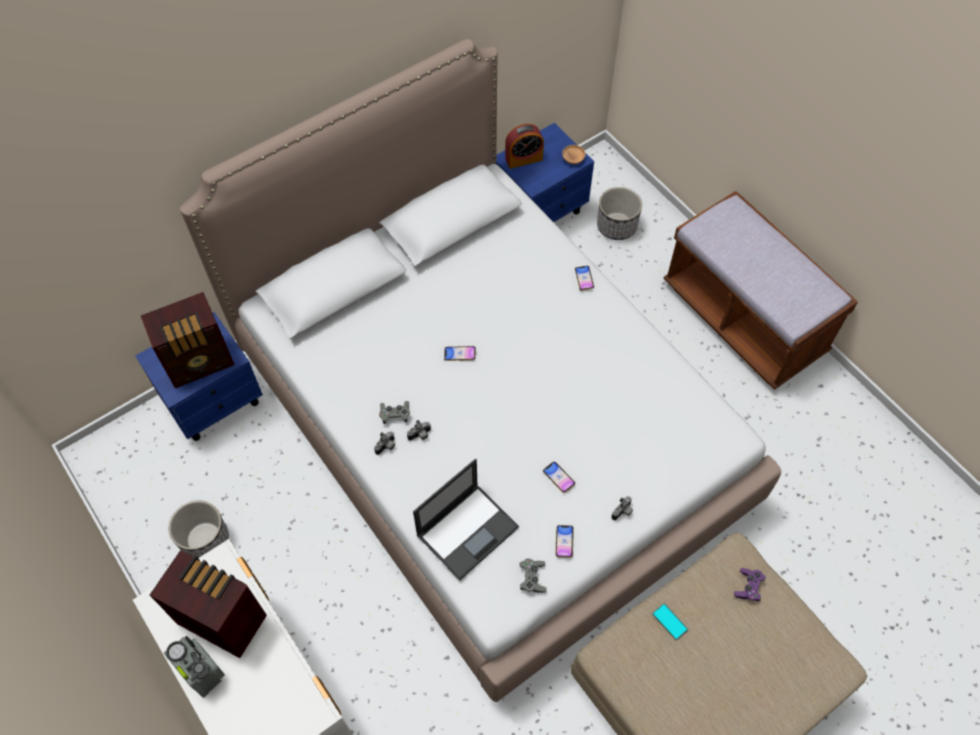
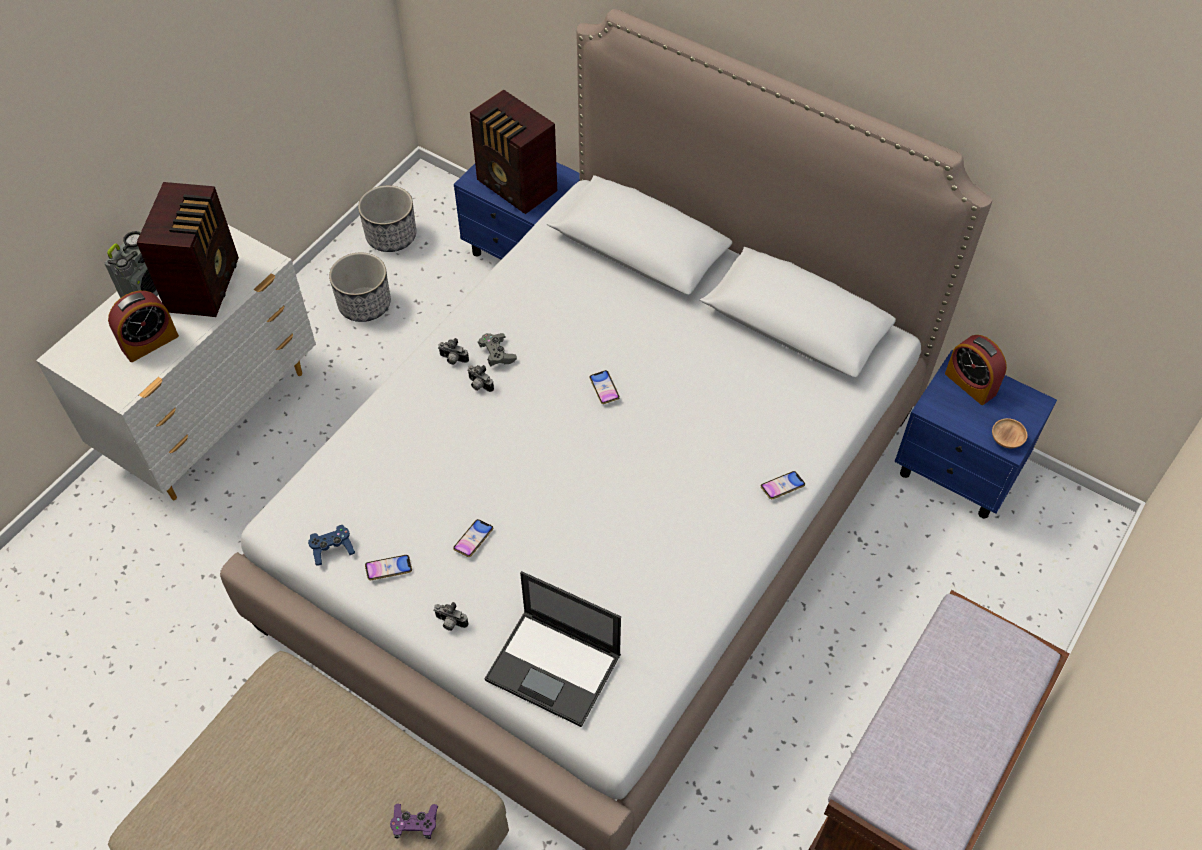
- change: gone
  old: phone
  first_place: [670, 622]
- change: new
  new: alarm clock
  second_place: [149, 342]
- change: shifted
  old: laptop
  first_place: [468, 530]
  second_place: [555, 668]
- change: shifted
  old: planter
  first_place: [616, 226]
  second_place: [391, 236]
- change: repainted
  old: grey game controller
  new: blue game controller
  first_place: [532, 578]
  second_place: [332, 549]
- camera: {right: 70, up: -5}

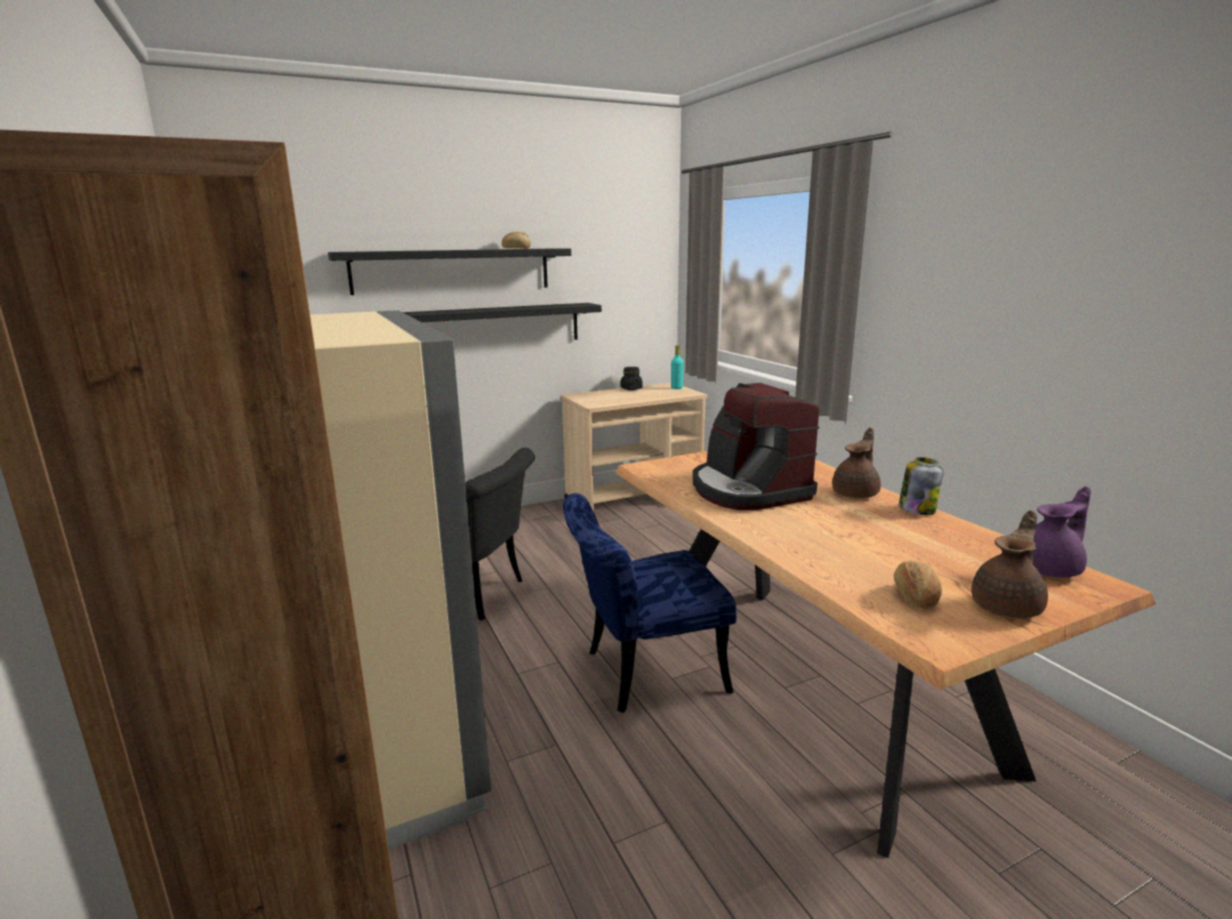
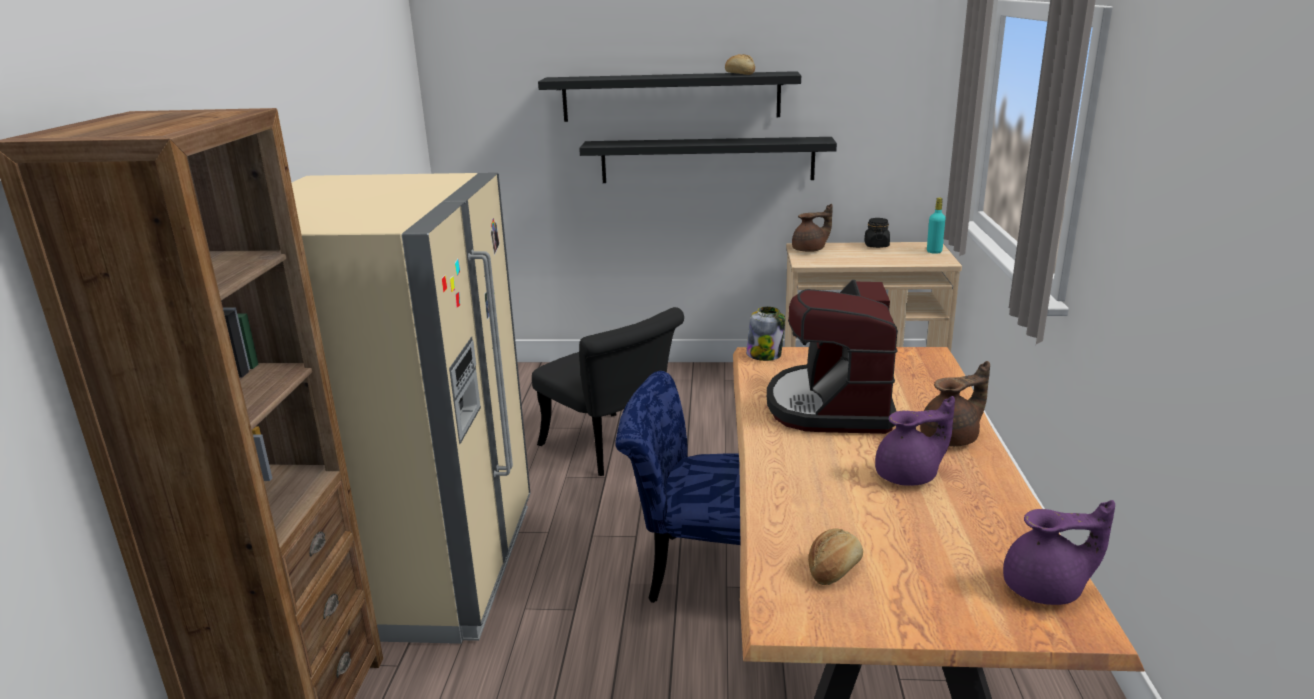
- change: new
  new: purple teapot
  second_place: [909, 476]
- change: shifted
  old: jar
  first_place: [917, 509]
  second_place: [764, 355]
- change: shifted
  old: brown teapot
  first_place: [1008, 606]
  second_place: [810, 250]
- camera: {right: 30, up: 5}

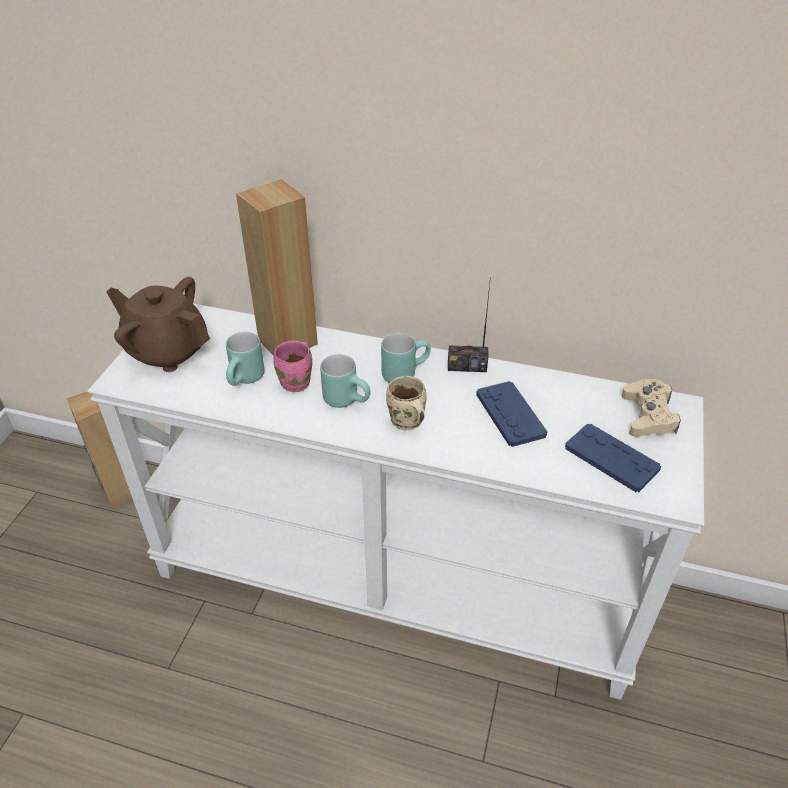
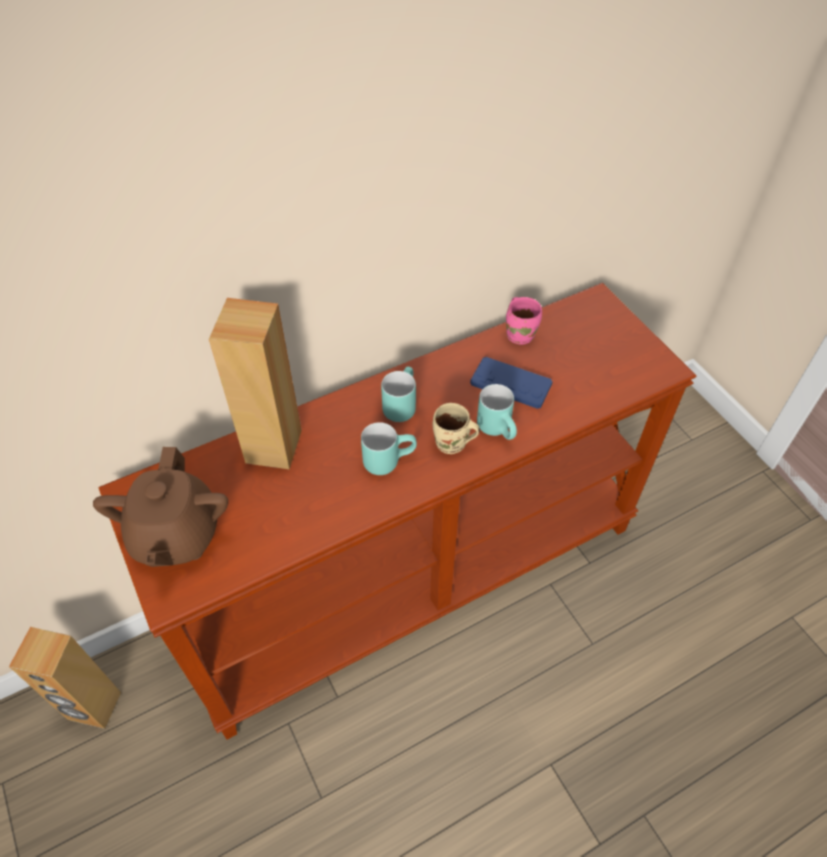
- change: gone
  old: radio
  first_place: [467, 367]
- change: gone
  old: blue game controller
  first_place: [611, 458]
- change: gone
  old: beige game controller
  first_place: [648, 415]
- change: shifted
  old: turquoise mug
  first_place: [247, 380]
  second_place: [499, 429]
- change: shifted
  old: pink mug
  first_place: [298, 382]
  second_place: [521, 334]
- change: repainted
  old: white console table
  new: brown console table
  first_place: [396, 578]
  second_place: [413, 574]
- change: rotated
  old: brown teapot
  first_place: [167, 351]
  second_place: [176, 535]
  degrees: -75
- camera: {right: -45, up: 10}

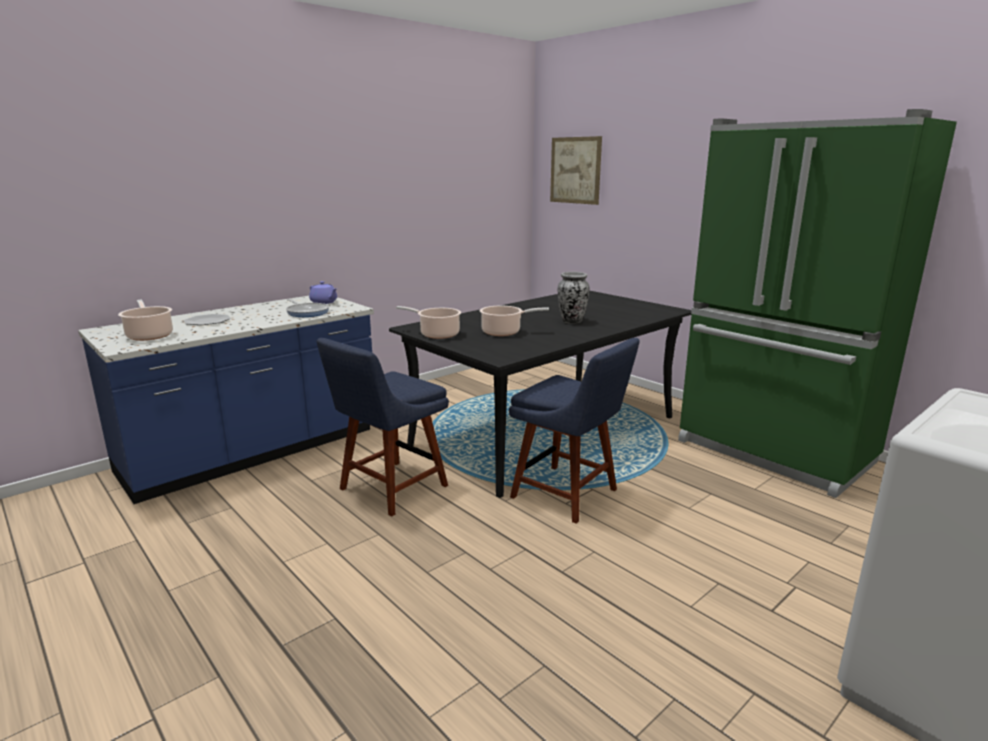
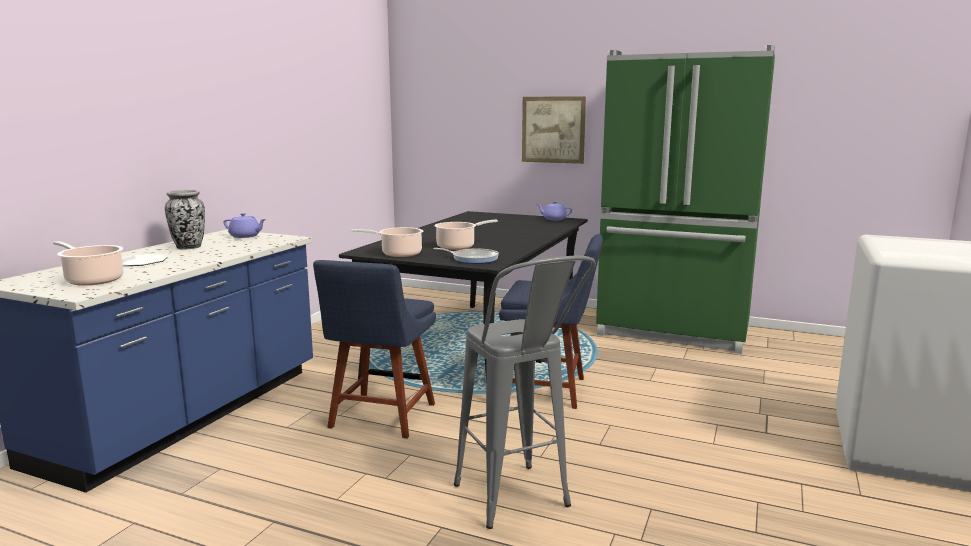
- change: new
  new: grey stool
  second_place: [519, 505]
- change: new
  new: purple teapot
  second_place: [554, 219]
- change: shifted
  old: frying pan
  first_place: [307, 312]
  second_place: [473, 259]
- change: shifted
  old: picture
  first_place: [575, 170]
  second_place: [553, 129]
- change: shifted
  old: vase
  first_place: [572, 321]
  second_place: [189, 247]
- camera: {right: -25, up: -5}

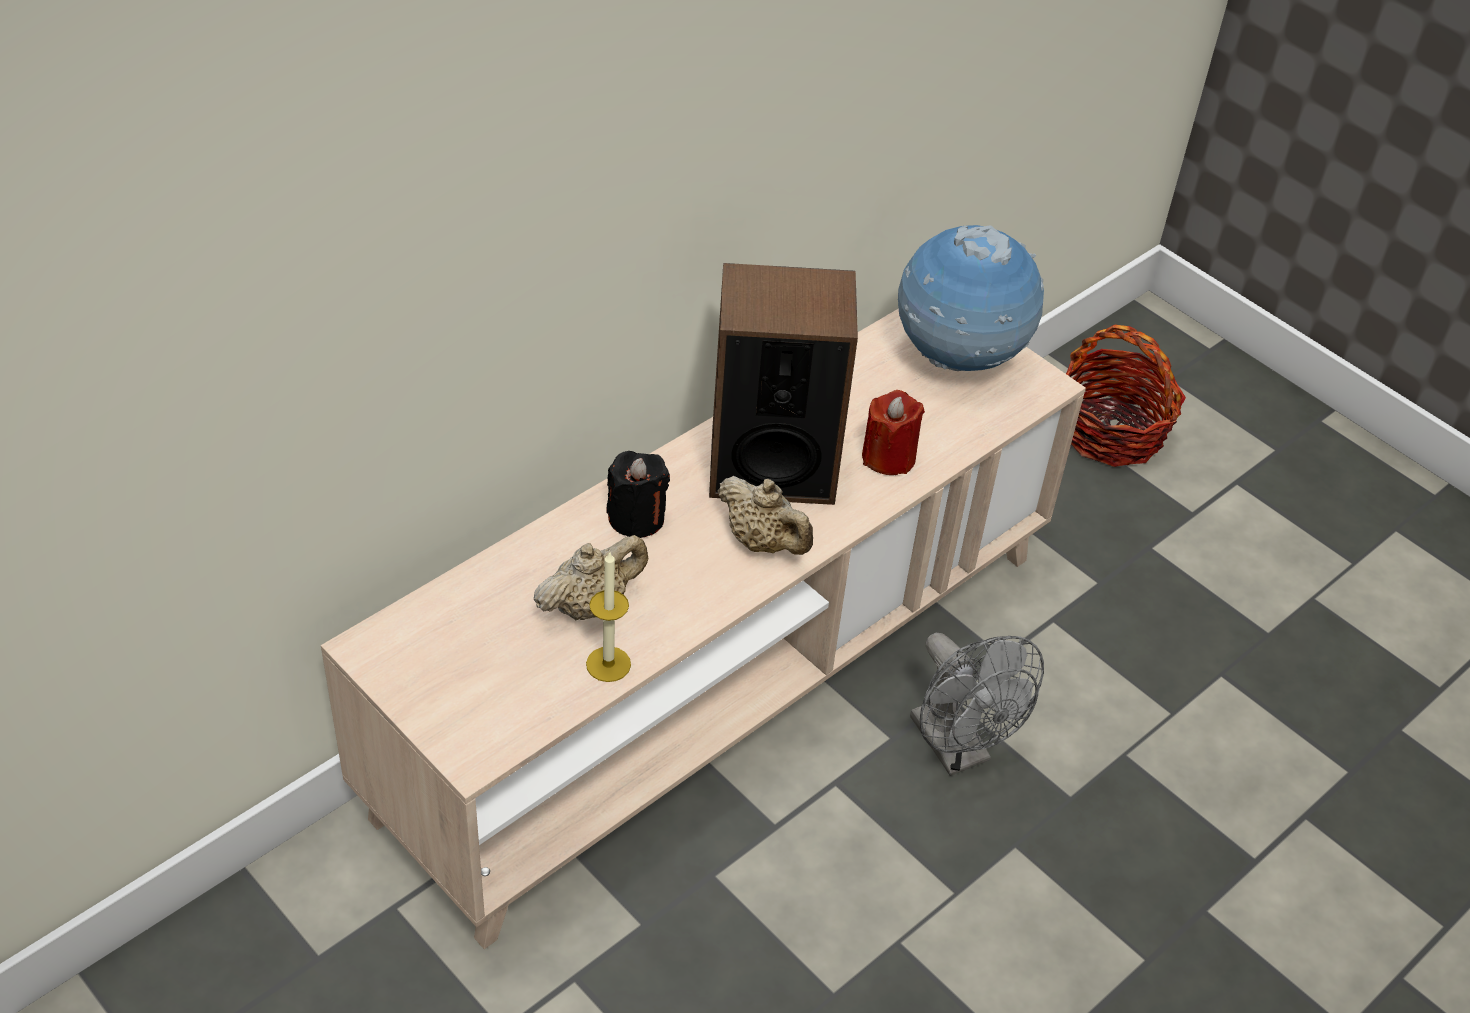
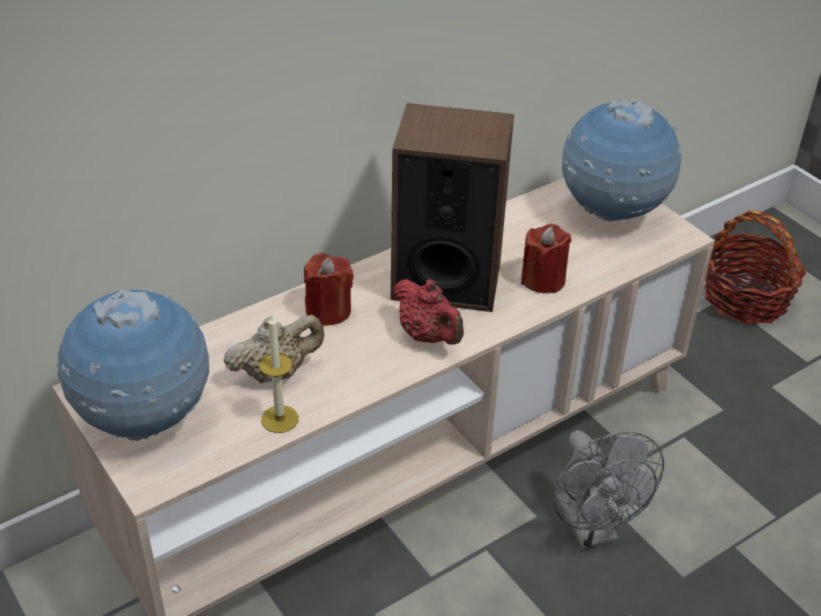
- change: new
  new: globe
  second_place: [145, 420]
- change: repainted
  old: black candle
  new: red candle
  first_place: [636, 518]
  second_place: [328, 310]
- change: repainted
  old: beige teapot
  new: red teapot
  first_place: [763, 542]
  second_place: [428, 336]
- camera: {right: 10, up: -5}

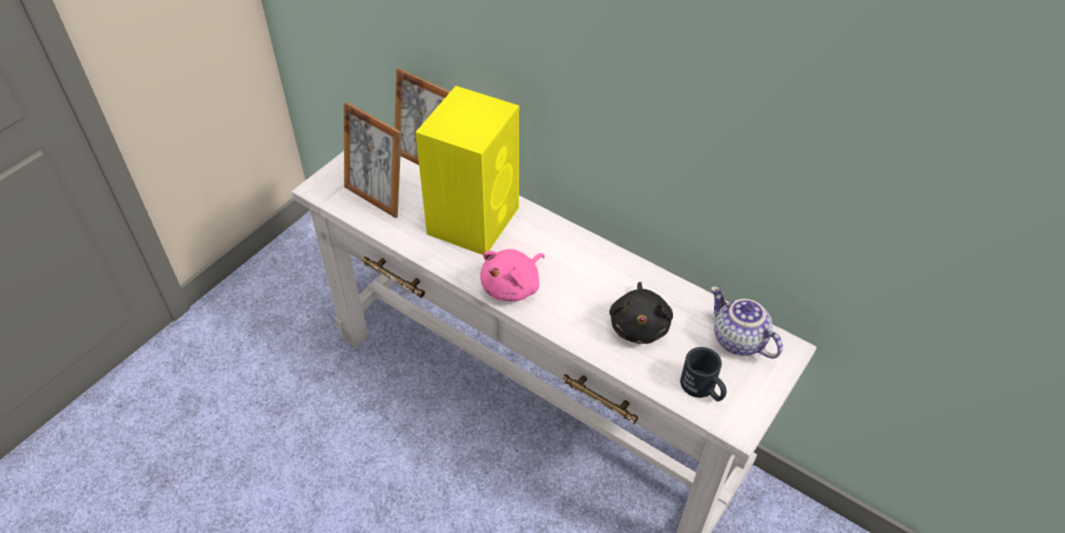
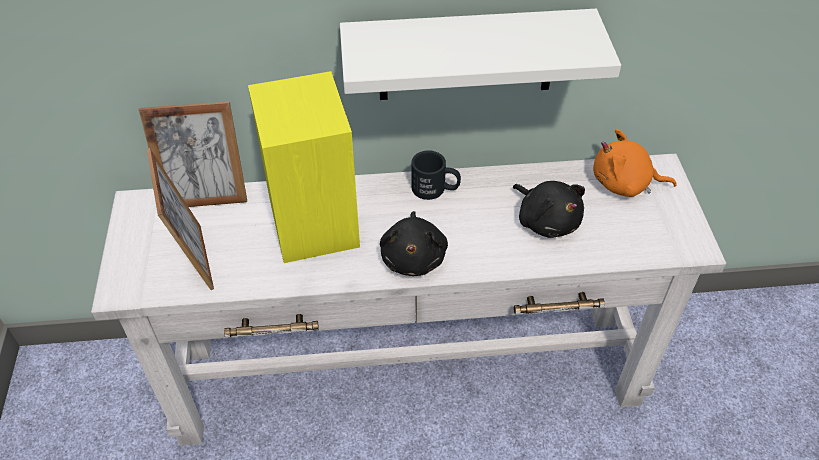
- change: new
  new: white shelf
  second_place: [466, 55]
- change: shifted
  old: black mug
  first_place: [703, 388]
  second_place: [435, 189]
- change: swapped
  old: teapot
  new: orange plush toy
  first_place: [737, 340]
  second_place: [624, 184]
- change: repainted
  old: pink plush toy
  new: black plush toy
  first_place: [513, 286]
  second_place: [413, 257]
- change: rotated
  old: picture frame
  first_place: [377, 196]
  second_place: [193, 259]
  degrees: -105
- camera: {right: -40, up: 0}

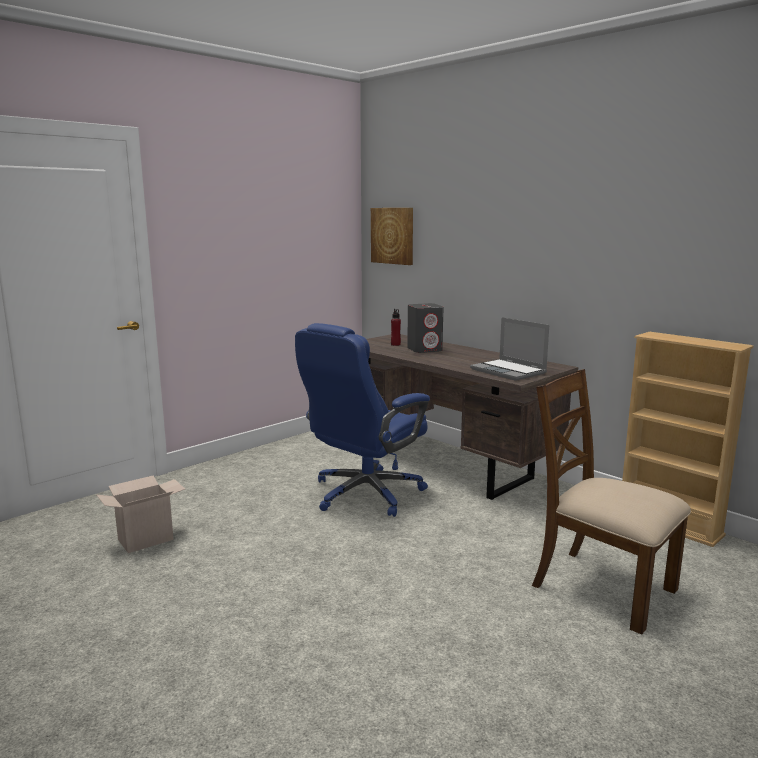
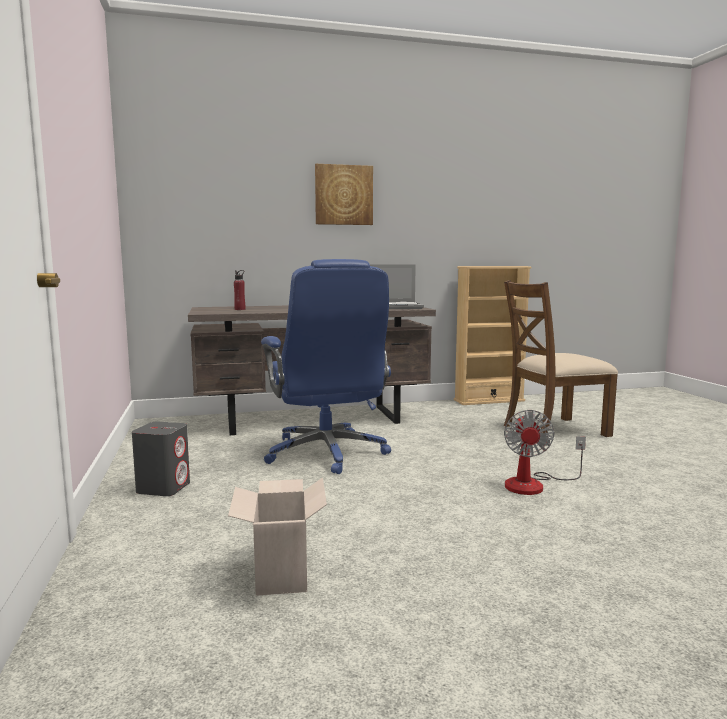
- change: new
  new: fan
  second_place: [534, 484]
- change: shifted
  old: picture
  first_place: [393, 235]
  second_place: [343, 195]
- change: shifted
  old: grey speaker
  first_place: [425, 349]
  second_place: [164, 488]
- camera: {right: -60, up: -5}

